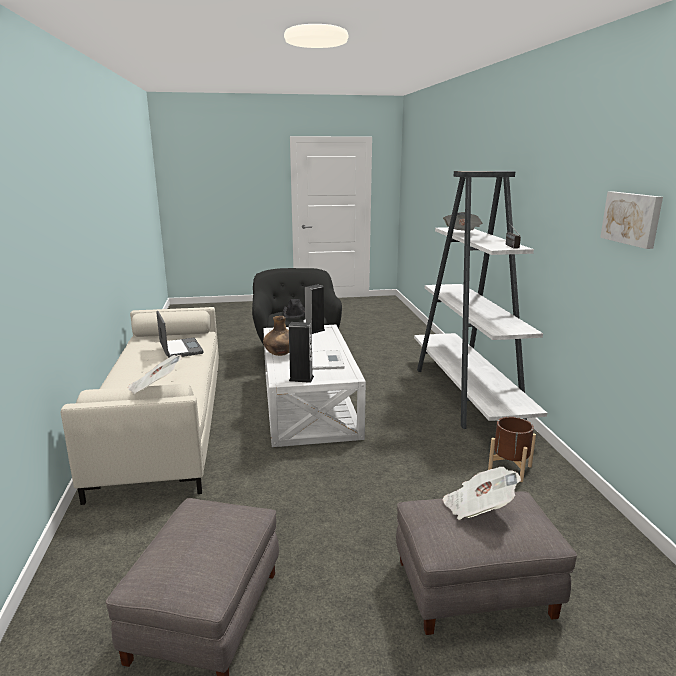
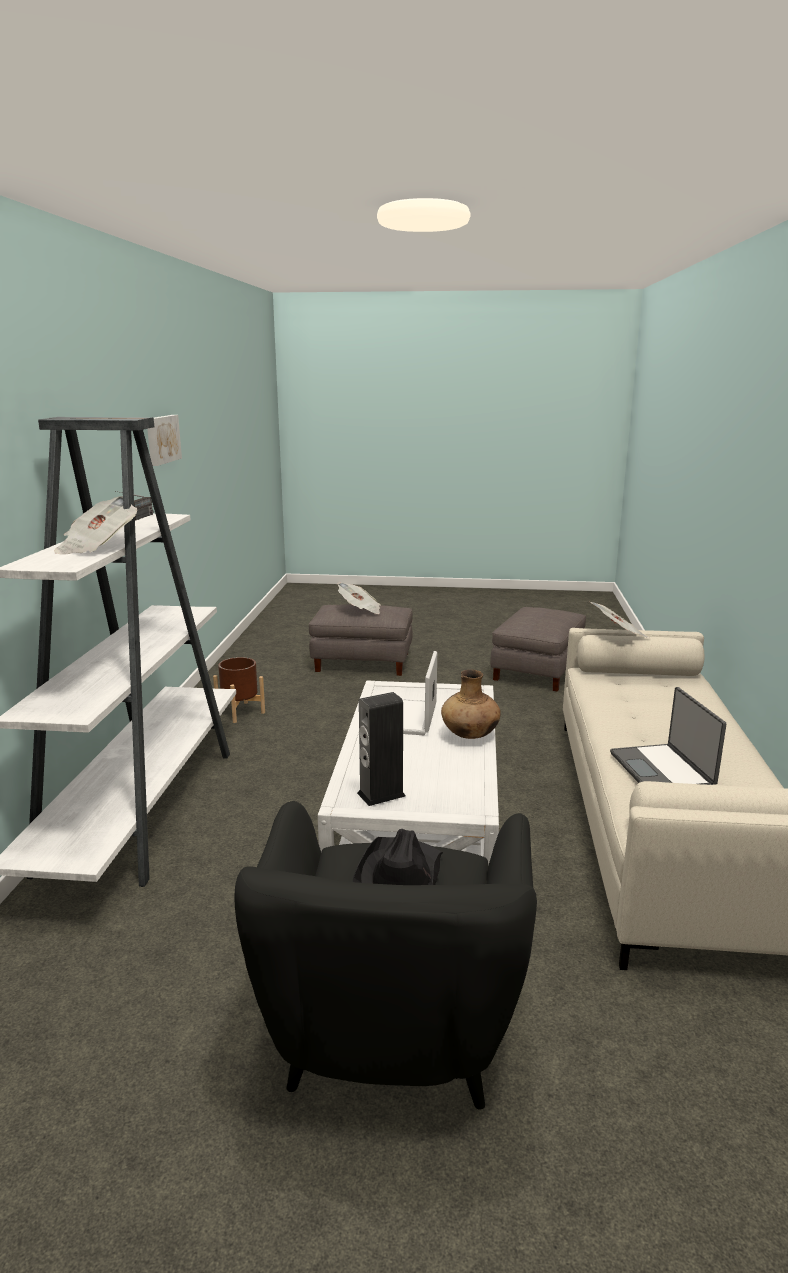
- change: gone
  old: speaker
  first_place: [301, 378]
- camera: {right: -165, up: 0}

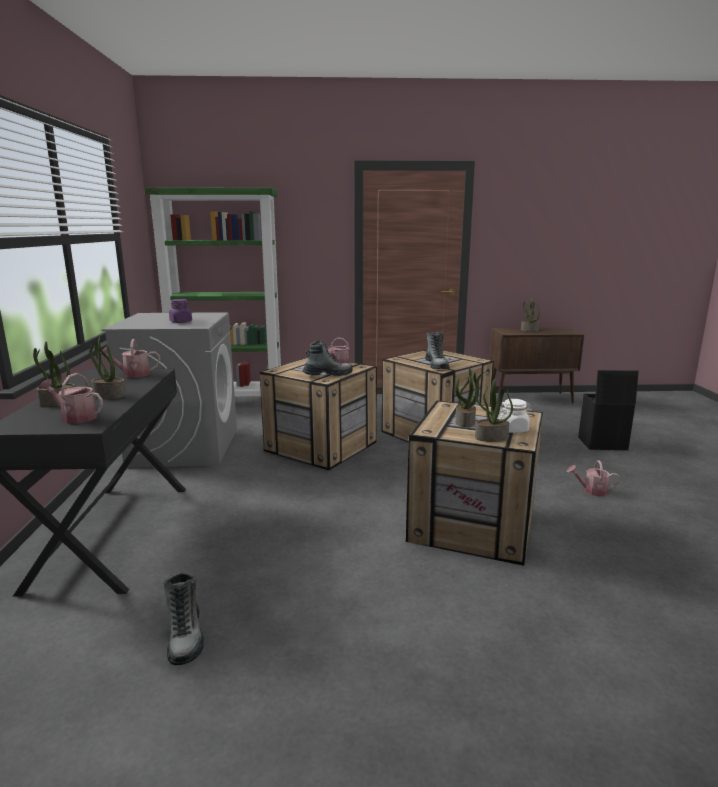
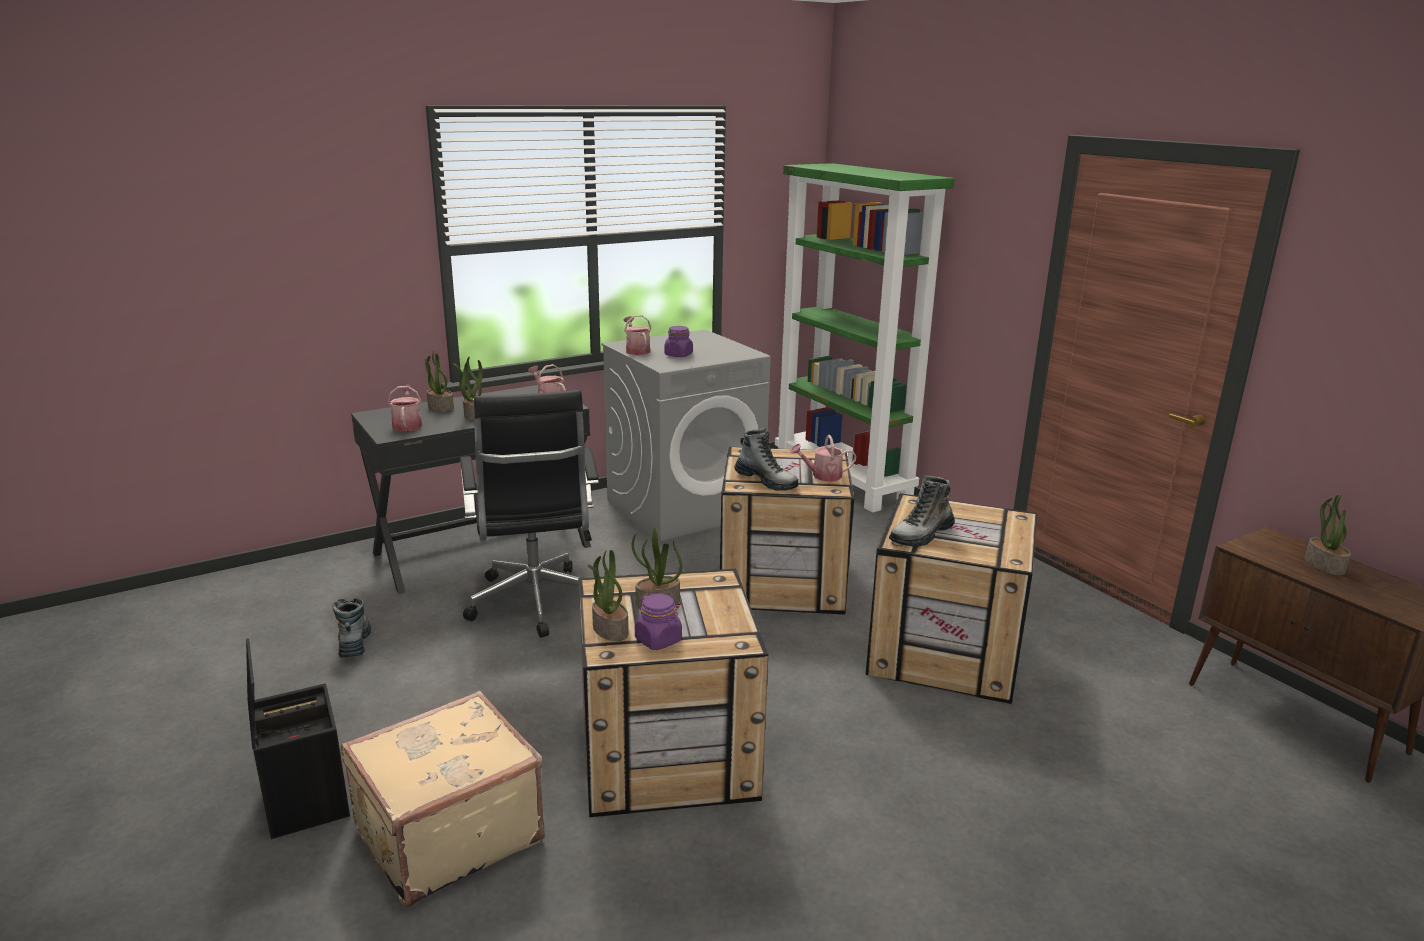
- change: new
  new: beige suitcase
  second_place: [446, 834]
- change: new
  new: black office chair
  second_place: [536, 605]
- change: shifted
  old: watering can
  first_place: [591, 490]
  second_place: [636, 350]
- change: shifted
  old: black storage box
  first_place: [601, 444]
  second_place: [304, 800]
- change: repainted
  old: white jar
  new: purple jar
  first_place: [513, 429]
  second_place: [658, 640]
- change: rotated
  old: boot
  first_place: [185, 637]
  second_place: [354, 642]
  degrees: 120
- camera: {right: 60, up: 5}

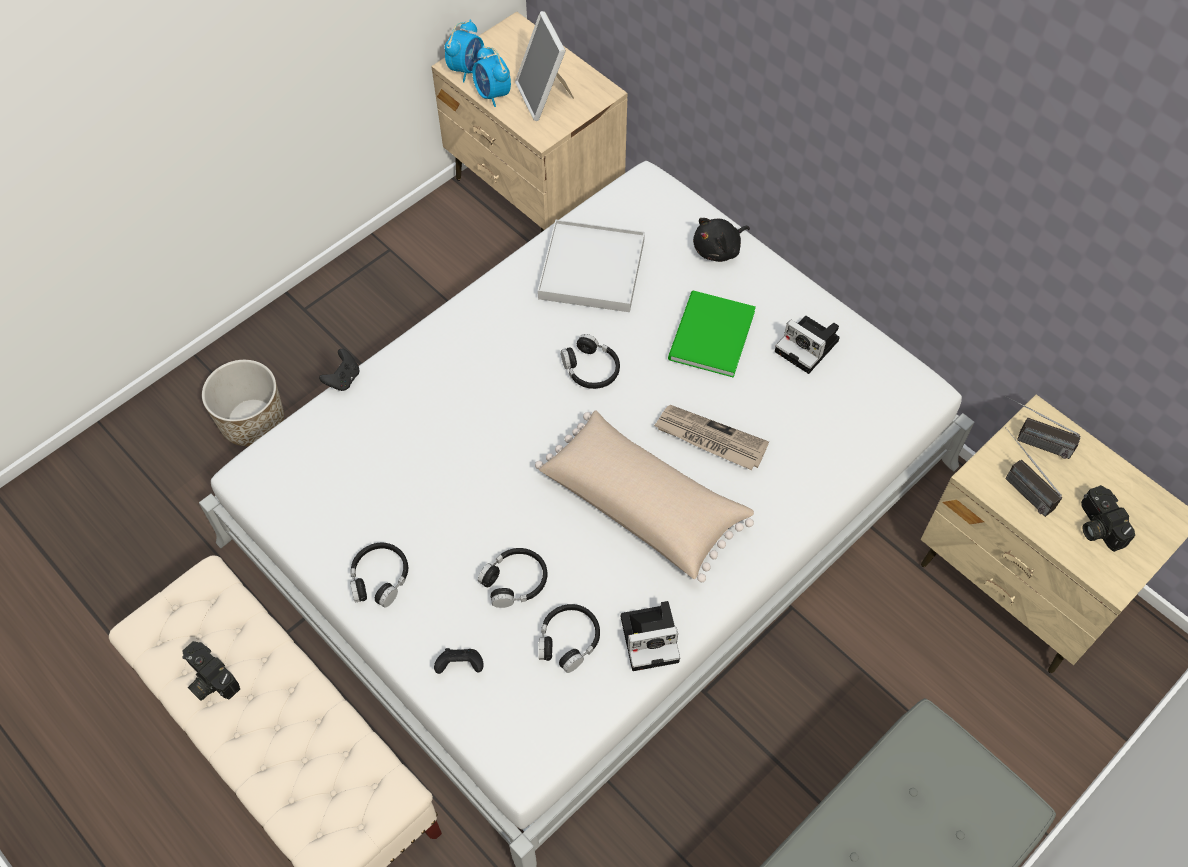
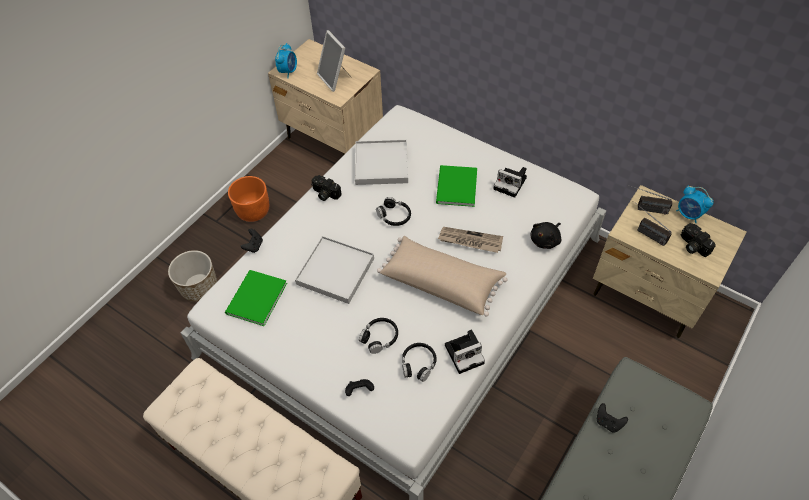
- change: gone
  old: black headphones
  first_place: [379, 578]
- change: new
  new: green book
  second_place: [254, 299]
- change: new
  new: orange planter
  second_place: [253, 211]
- change: new
  new: white tray
  second_place: [335, 271]
- change: new
  new: black game controller
  second_place: [608, 422]
- change: shifted
  old: photo camera
  first_place: [208, 680]
  second_place: [325, 194]
- change: shifted
  old: alarm clock
  first_place: [492, 94]
  second_place: [688, 215]
- change: shifted
  old: black plush toy
  first_place: [719, 249]
  second_place: [545, 240]
- camera: {right: -10, up: -5}

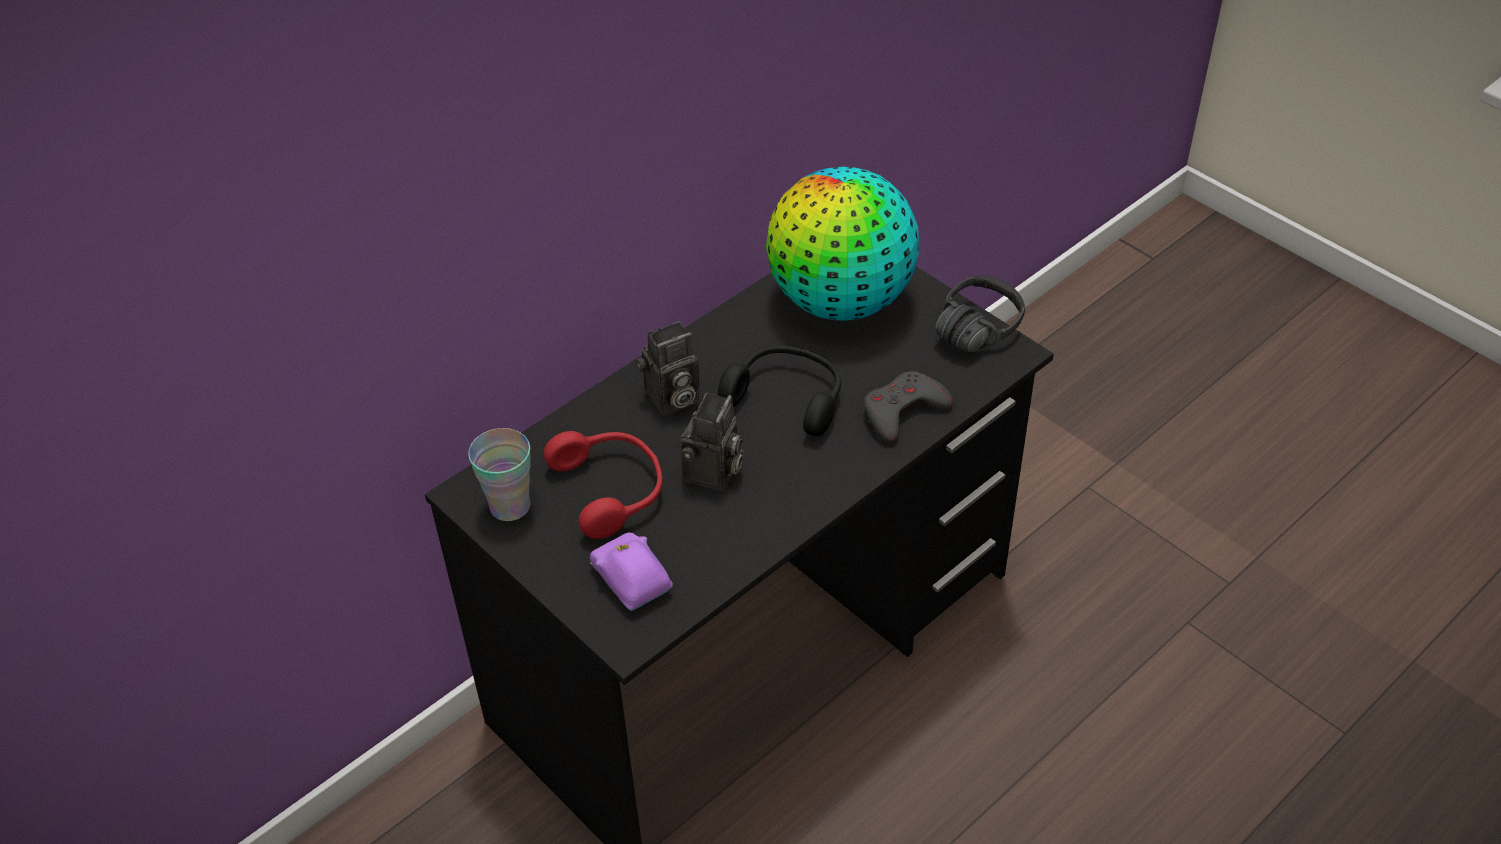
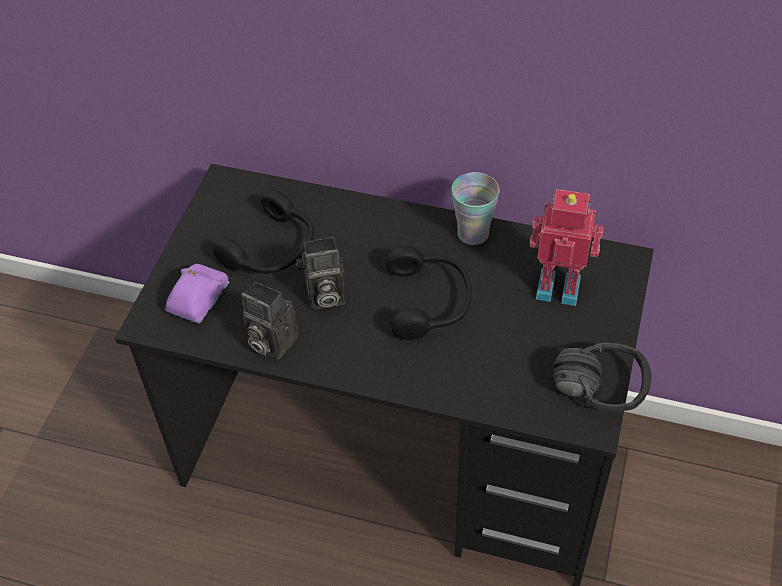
- change: gone
  old: grey game controller
  first_place: [903, 411]
- change: shifted
  old: cup
  first_place: [510, 506]
  second_place: [473, 233]
- change: shifted
  old: photo camera
  first_place: [671, 399]
  second_place: [270, 341]
- change: swapped
  old: globe
  new: toy robot
  first_place: [841, 301]
  second_place: [558, 285]
- change: repainted
  old: red headphones
  new: black headphones
  first_place: [611, 490]
  second_place: [273, 250]
- camera: {right: 60, up: 5}

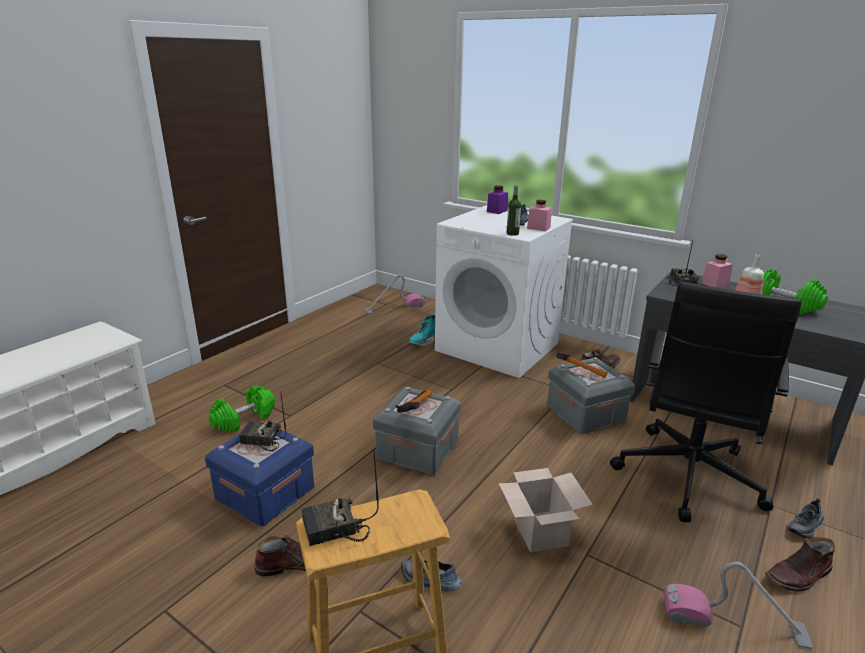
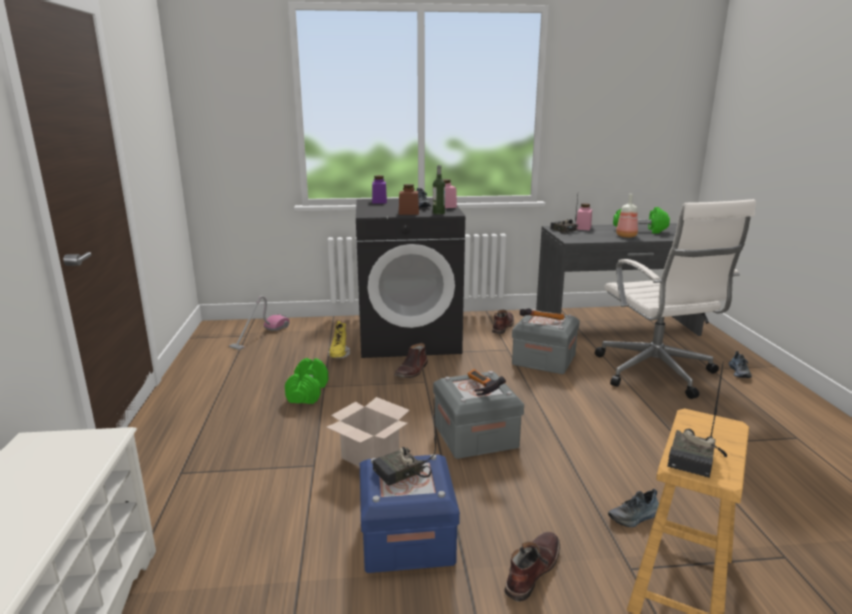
- change: gone
  old: vacuum cleaner
  first_place: [733, 622]
- change: new
  new: brown jar
  second_place: [409, 213]
- change: shifted
  old: green dumbbell
  first_place: [244, 419]
  second_place: [308, 393]
- change: shifted
  old: cardboard box
  first_place: [538, 530]
  second_place: [368, 457]
- change: shifted
  old: brown boot
  first_place: [798, 575]
  second_place: [412, 371]
- change: repainted
  old: turquoise boot
  new: yellow boot
  first_place: [423, 342]
  second_place: [339, 355]
- change: repainted
  old: white washing machine
  new: black washing machine
  first_place: [498, 347]
  second_place: [409, 337]
- change: repainted
  old: black office chair
  new: white office chair
  first_place: [686, 477]
  second_place: [656, 373]
- camera: {right: -40, up: -5}

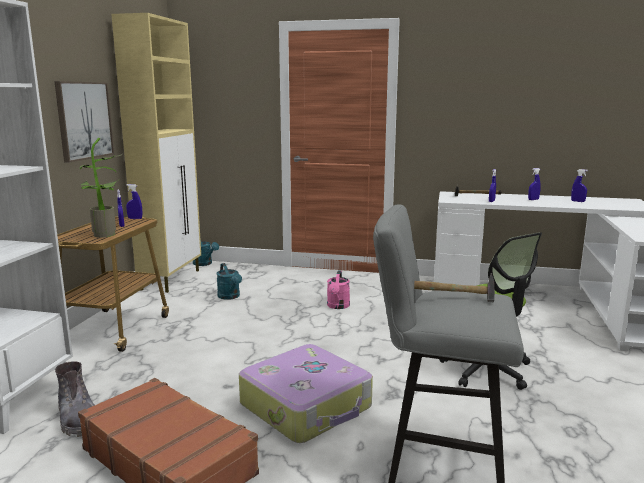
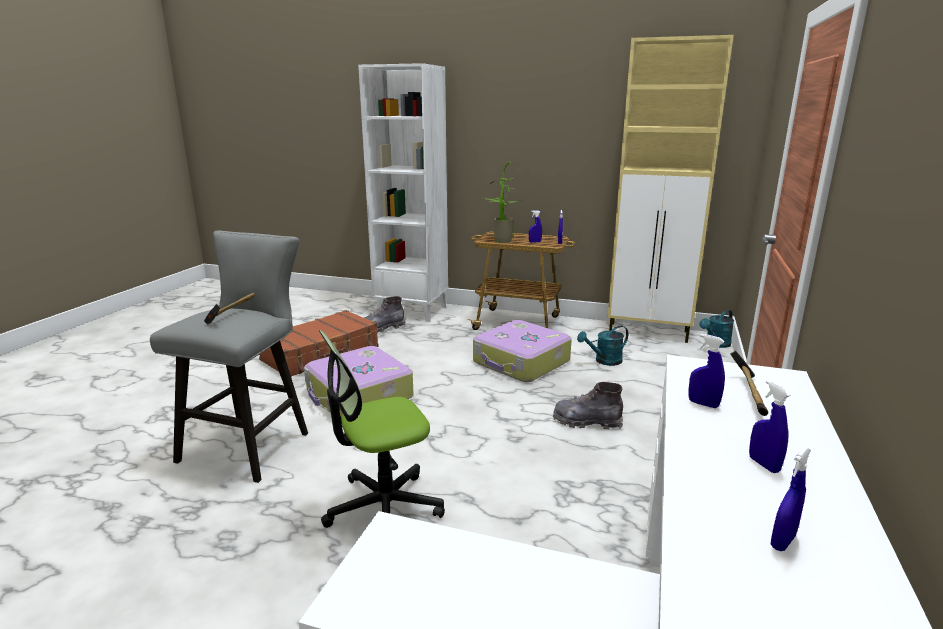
- change: gone
  old: picture
  first_place: [84, 120]
- change: new
  new: suitcase
  second_place: [521, 362]
- change: swapped
  old: pink watering can
  new: grey boot
  first_place: [338, 306]
  second_place: [586, 422]
- camera: {right: 95, up: 5}

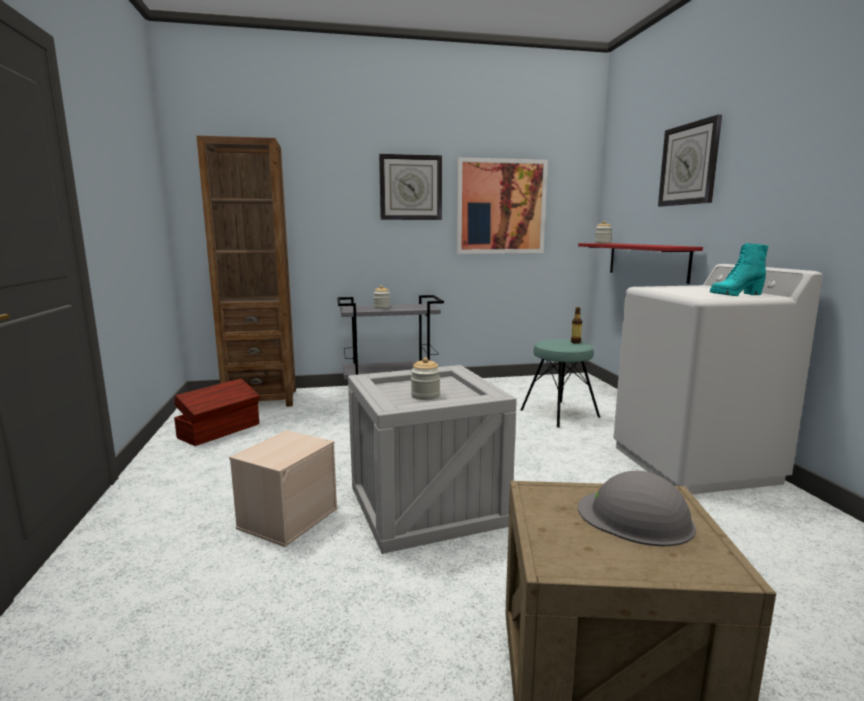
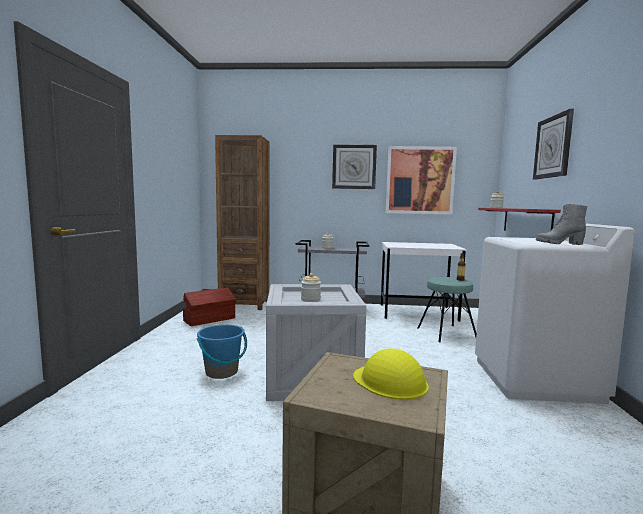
- change: new
  new: white desk
  second_place: [418, 312]
- change: swapped
  old: beige storage box
  new: blue bucket
  first_place: [288, 517]
  second_place: [222, 372]
- change: repainted
  old: grey hard hat
  new: yellow hard hat
  first_place: [635, 517]
  second_place: [390, 381]
- change: repainted
  old: turquoise boot
  new: grey boot
  first_place: [735, 295]
  second_place: [558, 244]
- camera: {right: 15, up: -5}

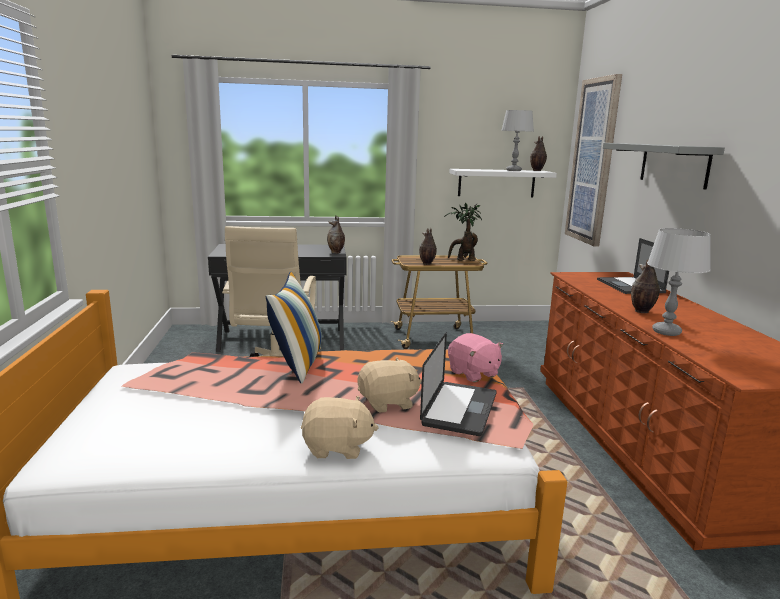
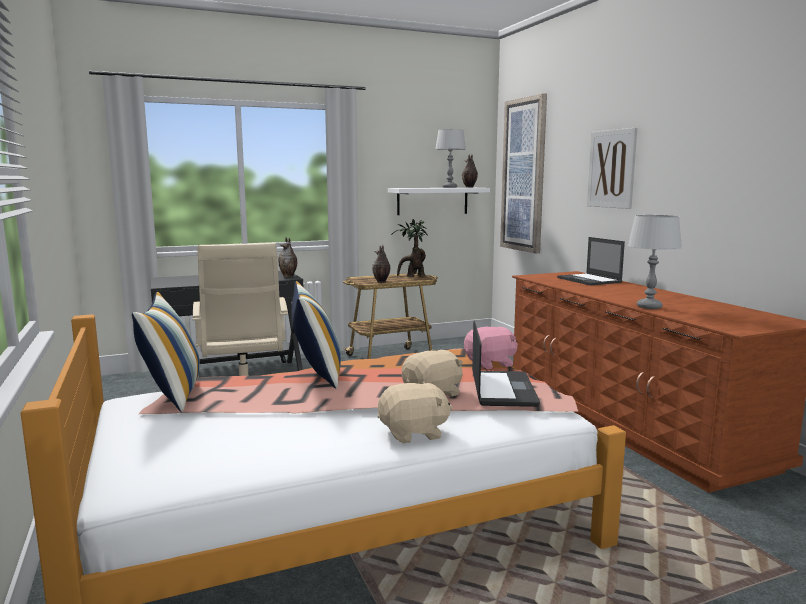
- change: gone
  old: vase
  first_place: [641, 311]
- change: new
  new: pillow
  second_place: [172, 394]
- change: swapped
  old: grey shelf
  new: picture
  first_place: [674, 164]
  second_place: [611, 169]
- change: rotated
  old: pink plush toy
  first_place: [473, 373]
  second_place: [490, 364]
  degrees: -60
- camera: {right: -15, up: -5}

